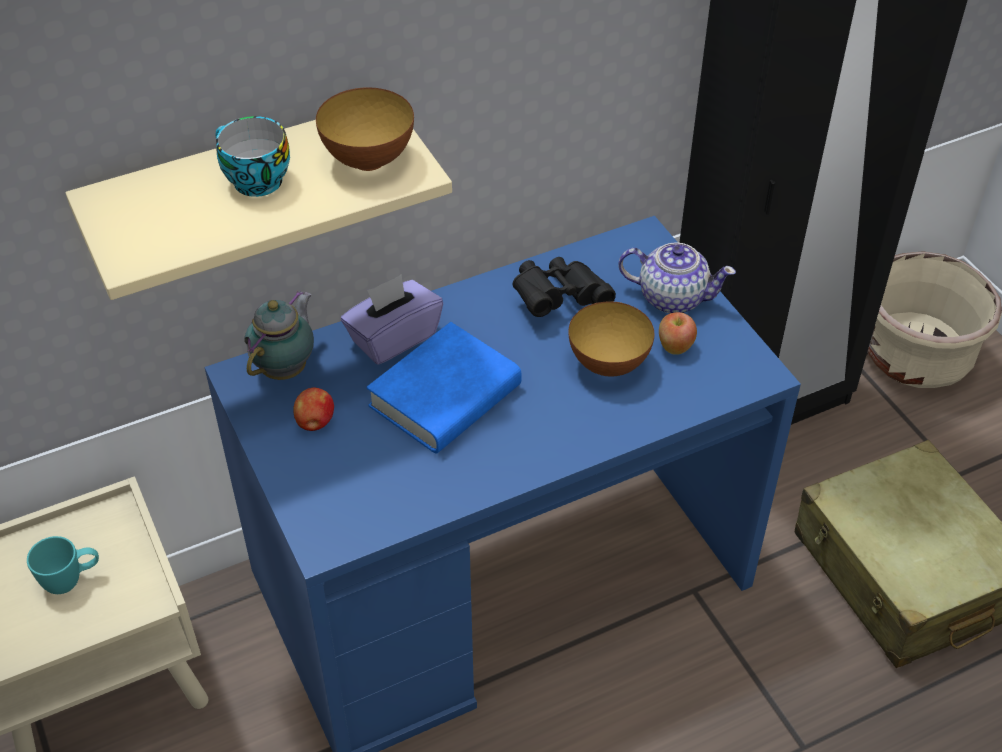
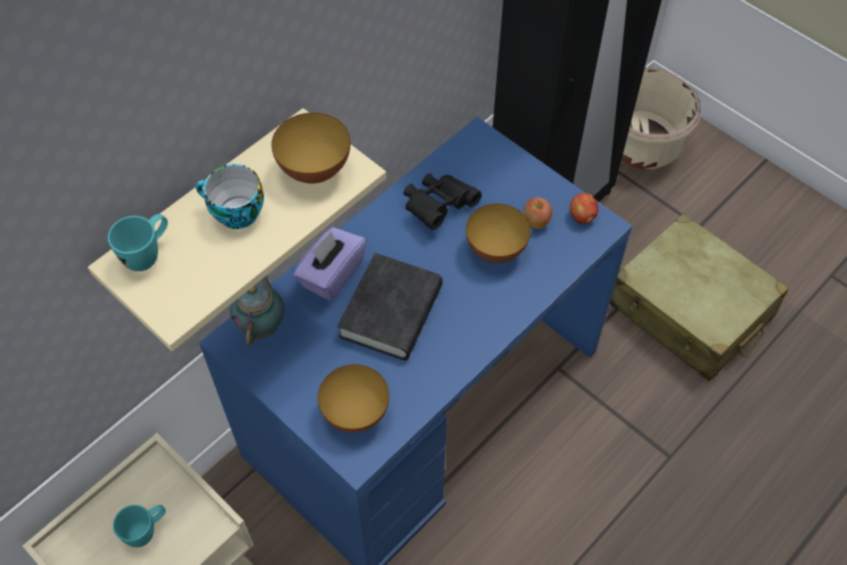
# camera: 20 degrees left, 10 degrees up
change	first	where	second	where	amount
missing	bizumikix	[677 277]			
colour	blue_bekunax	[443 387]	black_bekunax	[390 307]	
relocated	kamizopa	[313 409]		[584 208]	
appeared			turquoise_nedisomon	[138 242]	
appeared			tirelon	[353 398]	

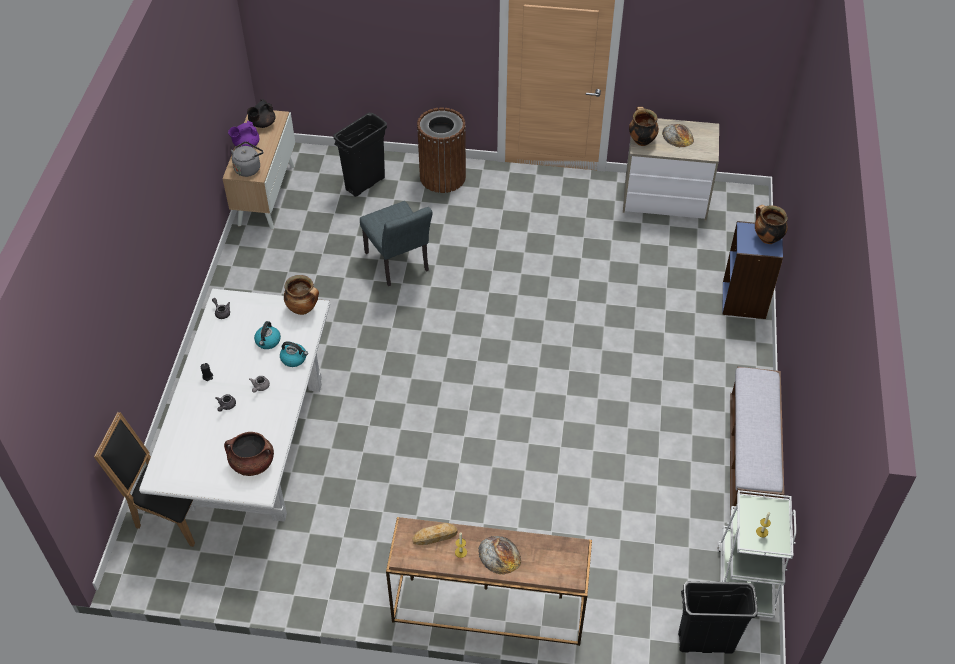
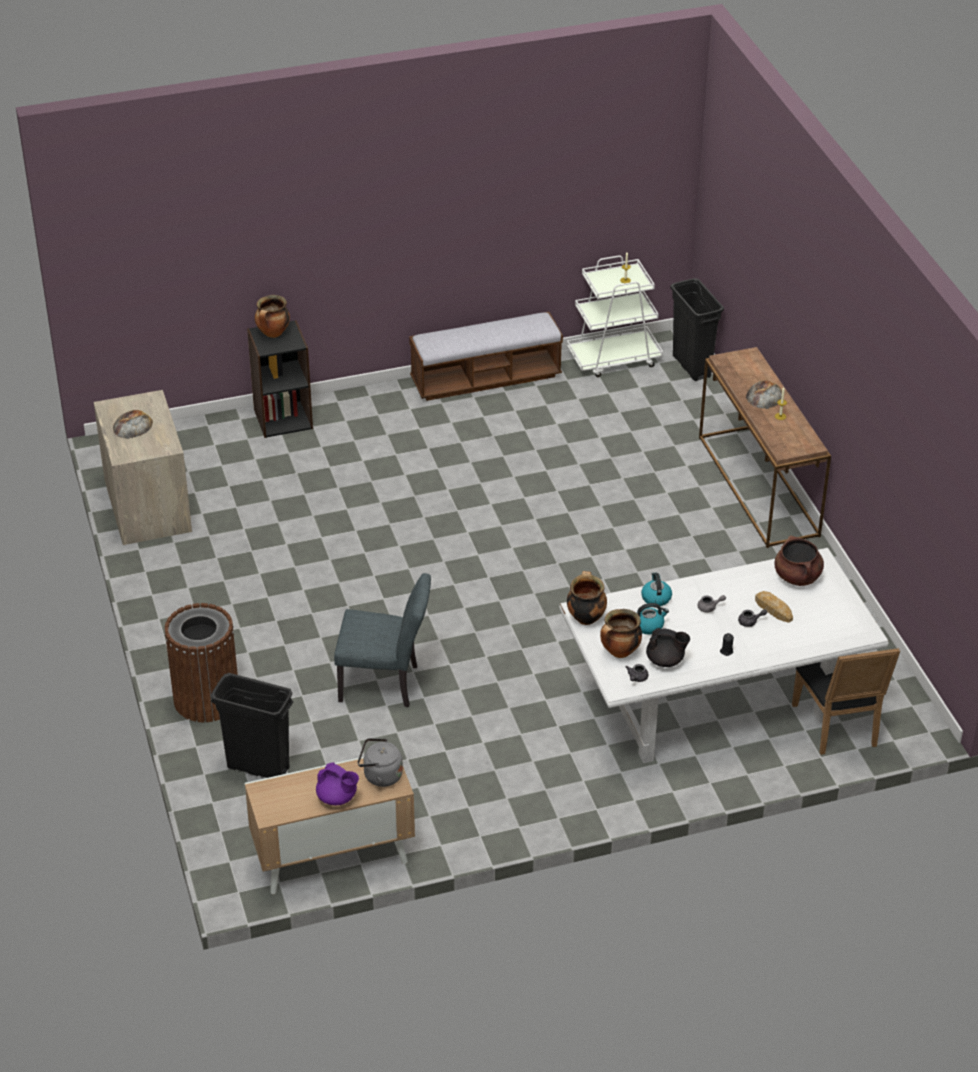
# camera: 115 degrees left, 10 degrees down
change	first	where	second	where	amount
relocated	black_bizumikix	[261 113]		[668 647]	
relocated	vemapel	[644 126]		[621 633]	
spun	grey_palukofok	[396 243]		[382 640]	60 degrees clockwise
colour	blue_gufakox	[752 270]	black_gufakox	[280 379]	
relocated	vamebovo	[434 534]		[774 607]	

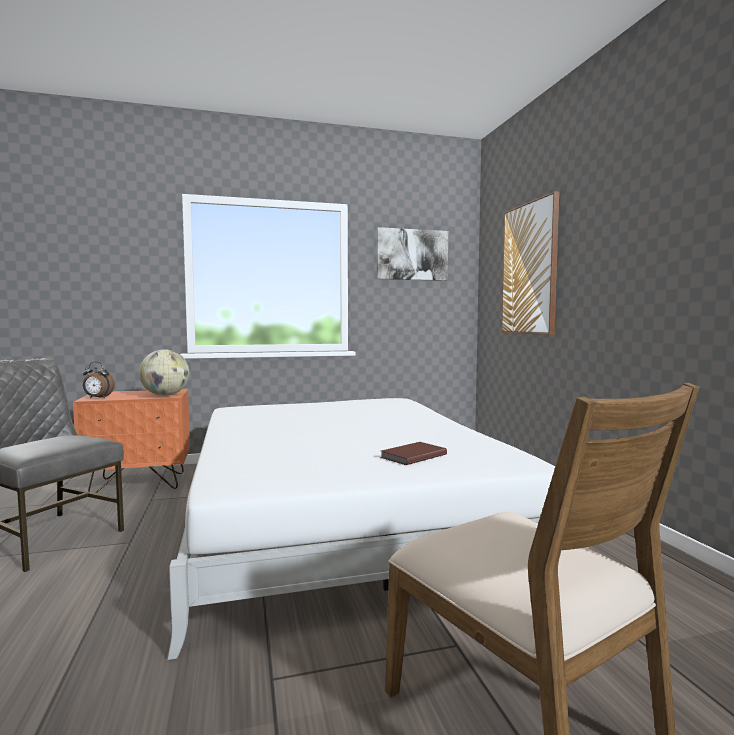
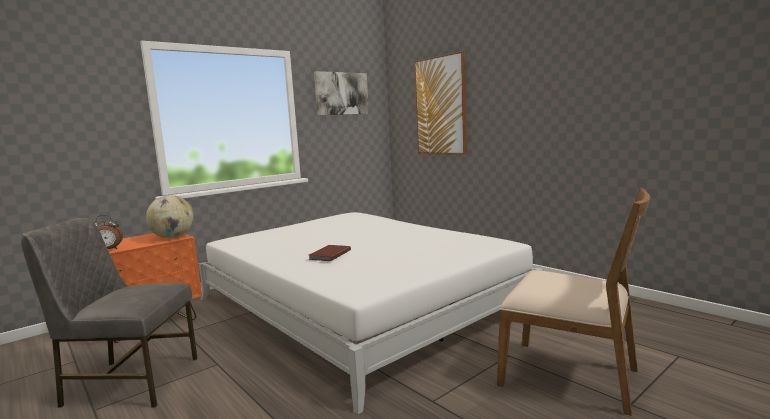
# camera: 25 degrees left, 5 degrees up
change	first	where	second	where	amount
relocated	brown_bekunax	[413 453]		[330 253]	

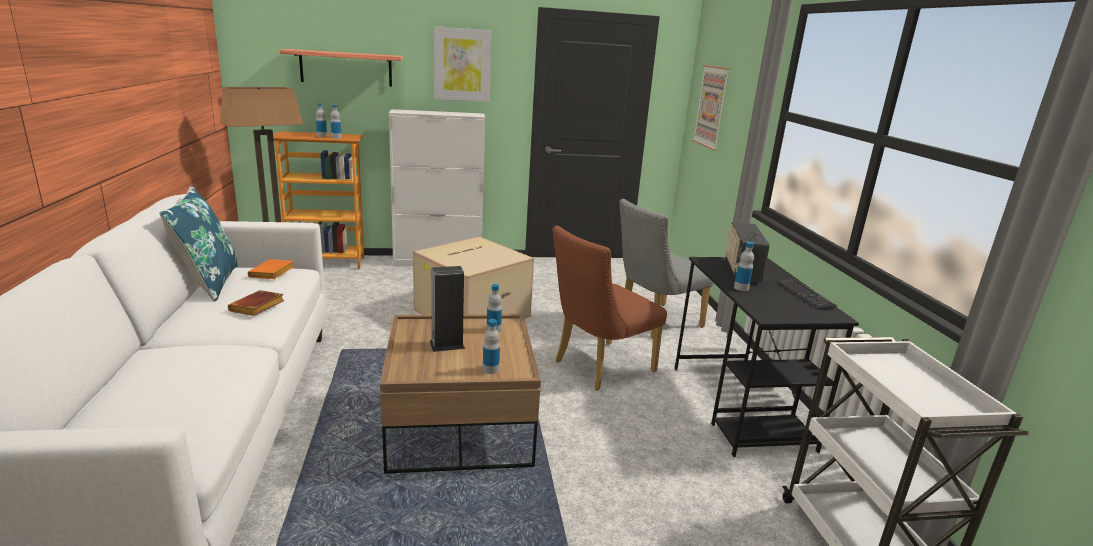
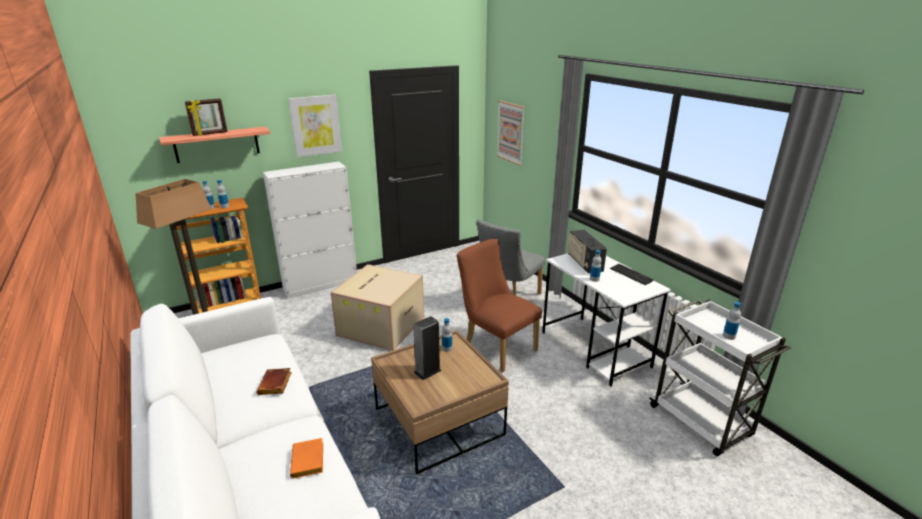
# camera: 20 degrees left, 5 degrees up
change	first	where	second	where	amount
missing	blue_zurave	[198 244]			
spun	brown_palukofok	[609 308]		[499 305]	105 degrees clockwise
colour	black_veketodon	[767 357]	white_veketodon	[606 320]	
relocated	orange_bekunax	[271 269]		[306 458]	
relocated	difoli	[491 346]		[732 321]	
appeared			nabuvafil	[206 117]	

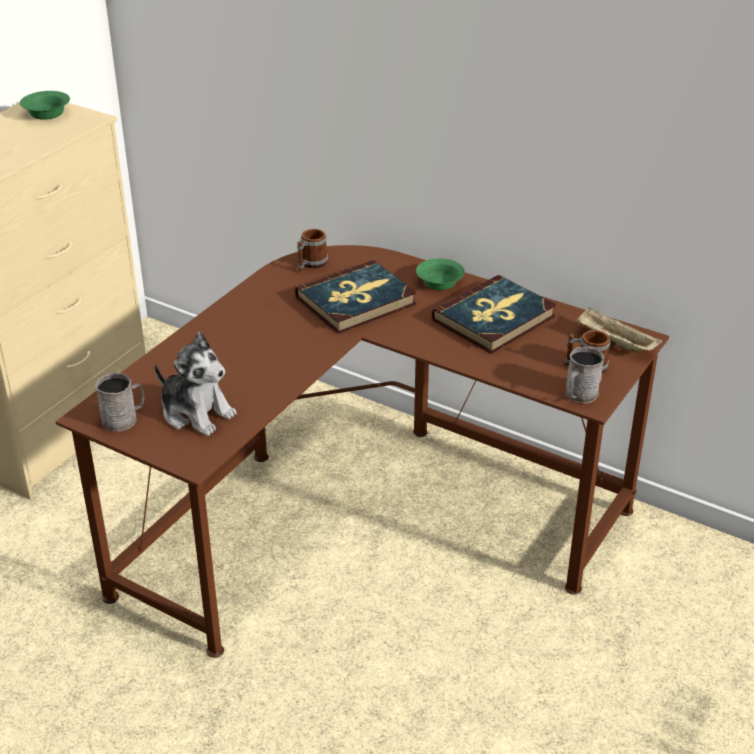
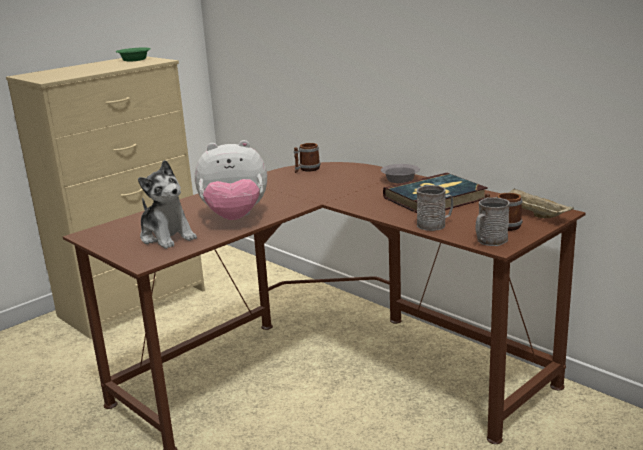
# camera: 15 degrees right, 15 degrees down
change	first	where	second	where	amount
colour	green_tirelon	[440 274]	grey_tirelon	[400 173]	
missing	bekunax	[356 297]			
relocated	grey_nedisomon	[119 402]		[435 208]	
appeared			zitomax	[231 180]	

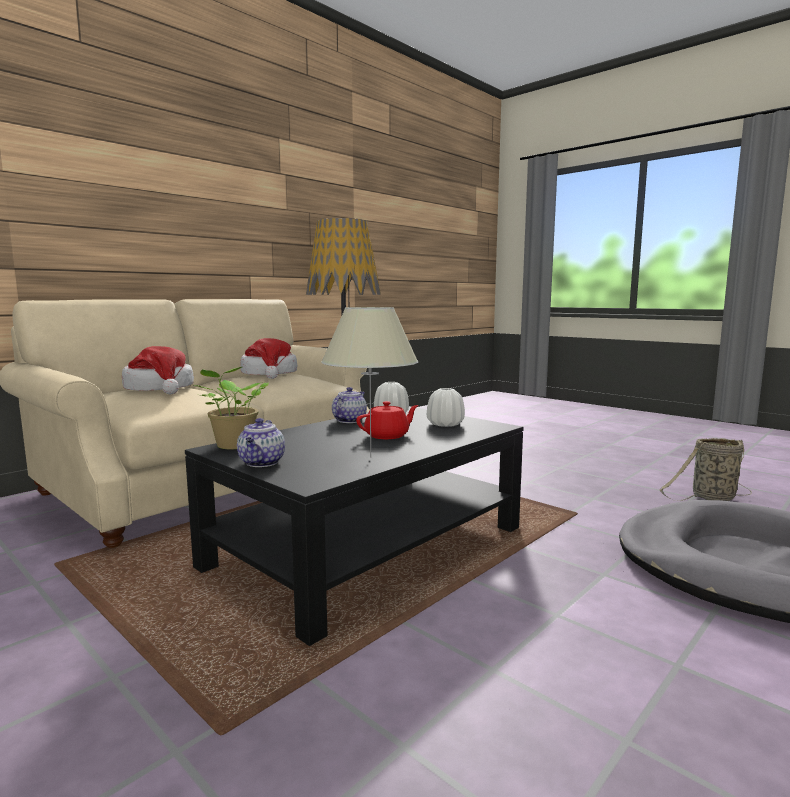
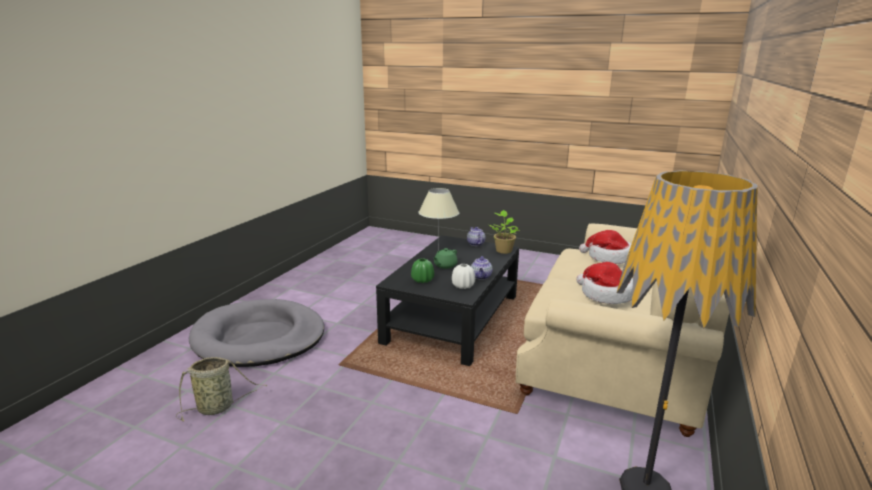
# camera: 160 degrees right, 10 degrees up
change	first	where	second	where	amount
colour	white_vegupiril	[446 407]	green_vegupiril	[422 271]	
colour	red_bizumikix	[387 420]	green_bizumikix	[446 258]	

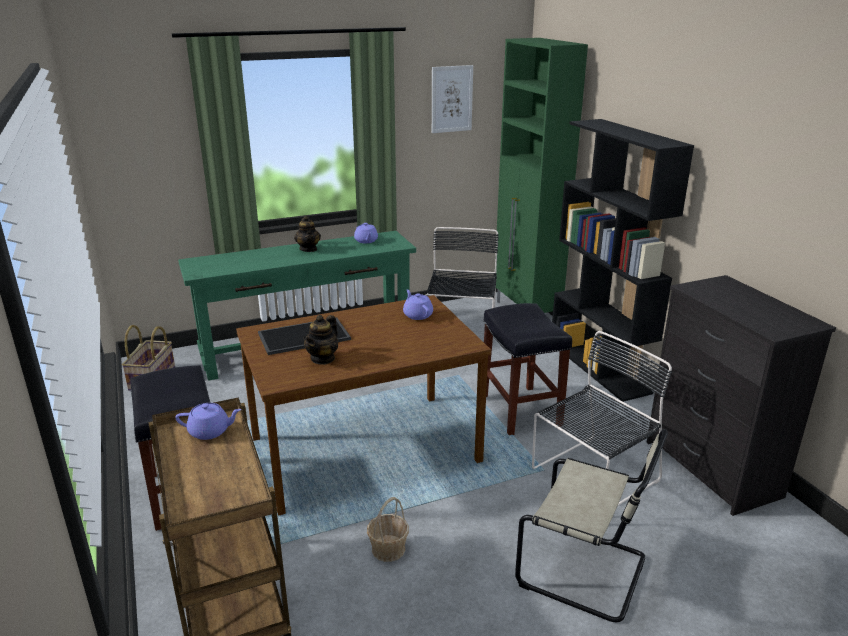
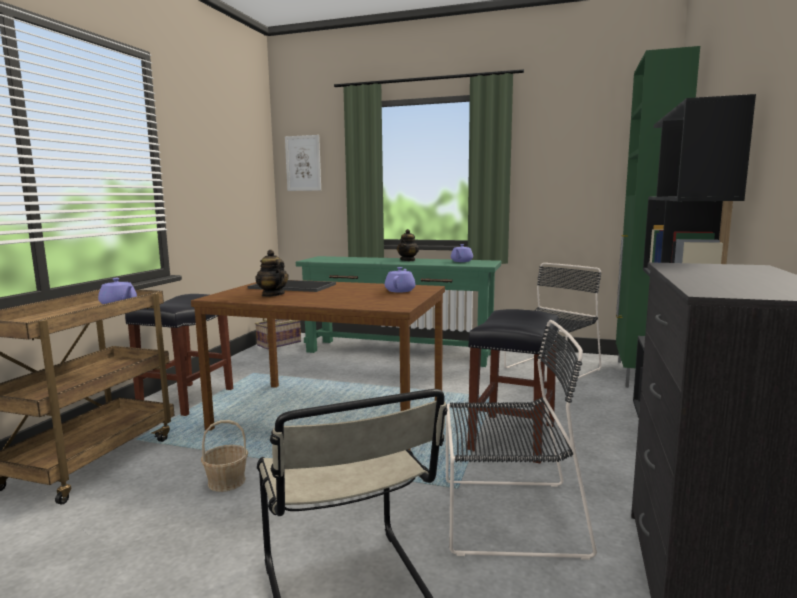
# camera: 40 degrees right, 15 degrees down
change	first	where	second	where	amount
relocated	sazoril	[452 99]		[303 163]	
spun	bizumikix	[320 340]		[272 273]	75 degrees clockwise

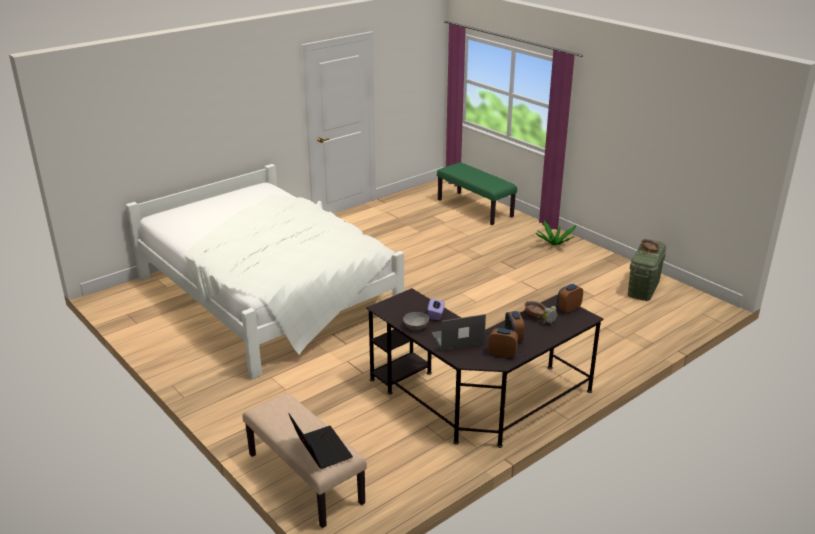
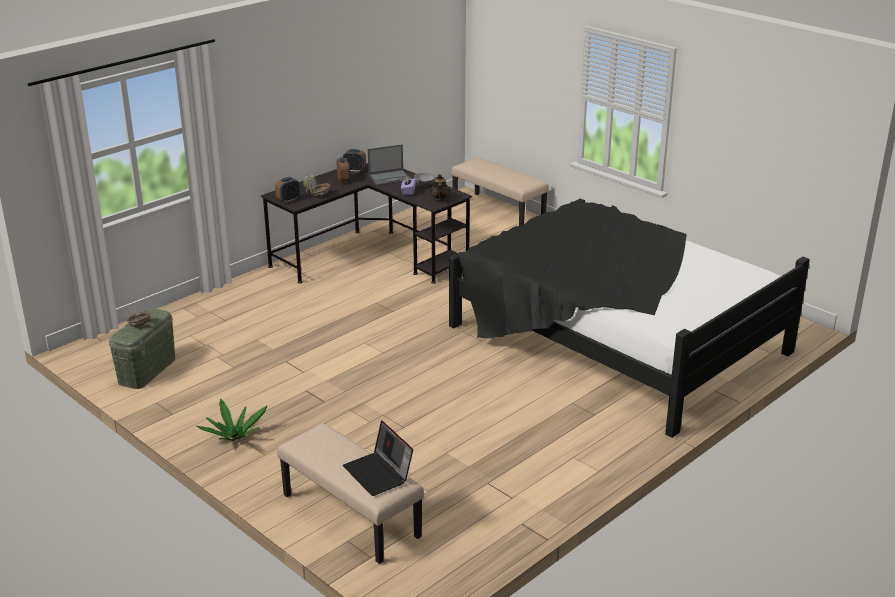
# camera: 175 degrees right, 0 degrees up
change	first	where	second	where	amount
colour	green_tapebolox	[477 193]	beige_tapebolox	[350 493]	
colour	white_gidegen	[265 271]	black_gidegen	[629 318]	
relocated	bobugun	[320 441]		[378 458]	
appeared			bizumikix	[440 188]	

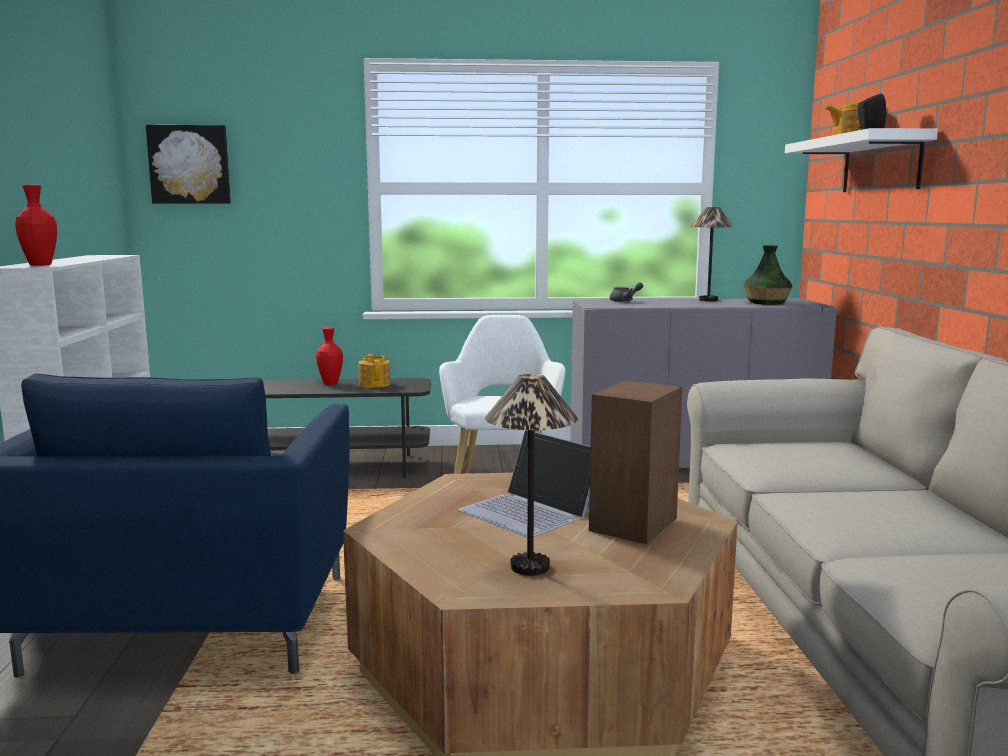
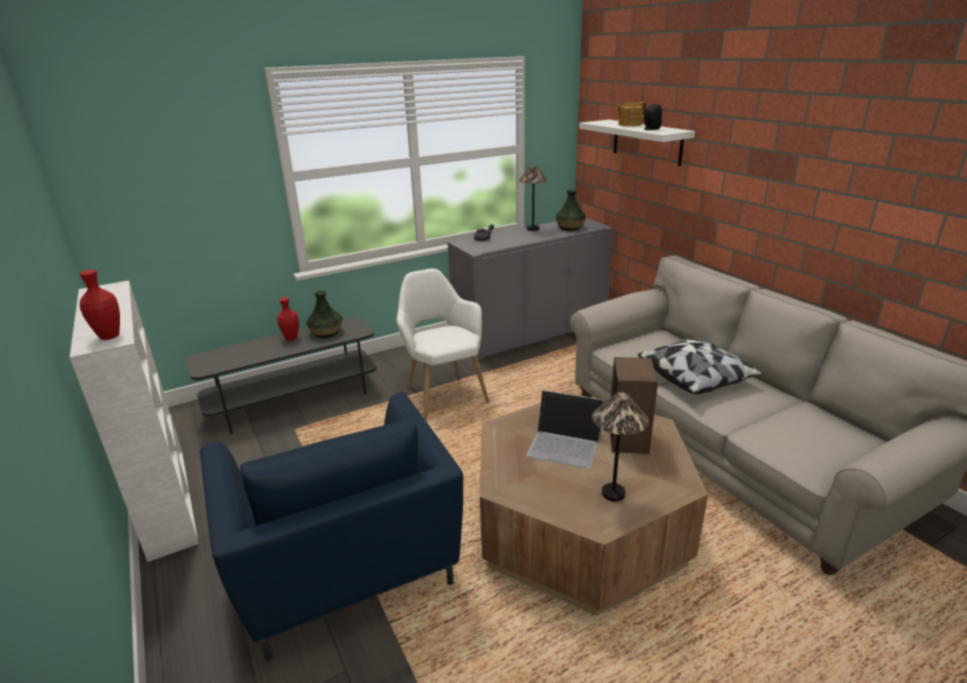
# camera: 25 degrees left, 15 degrees up
change	first	where	second	where	amount
missing	sazoril	[188 164]			
exchanged	bizumikix	[374 371]	vegupiril	[324 314]	
appeared			zurave	[700 366]	

